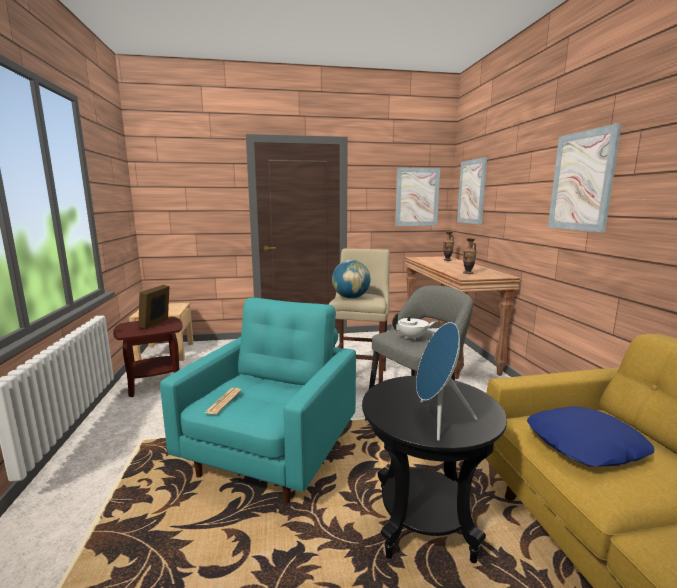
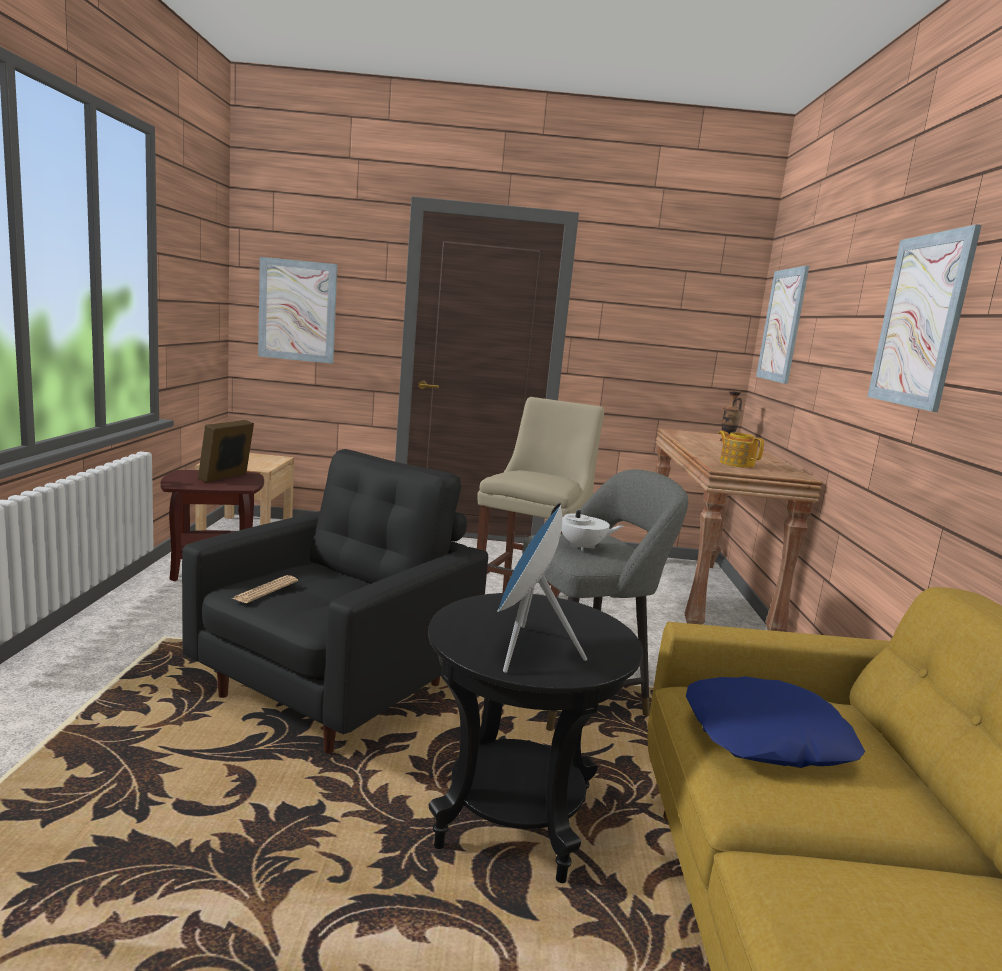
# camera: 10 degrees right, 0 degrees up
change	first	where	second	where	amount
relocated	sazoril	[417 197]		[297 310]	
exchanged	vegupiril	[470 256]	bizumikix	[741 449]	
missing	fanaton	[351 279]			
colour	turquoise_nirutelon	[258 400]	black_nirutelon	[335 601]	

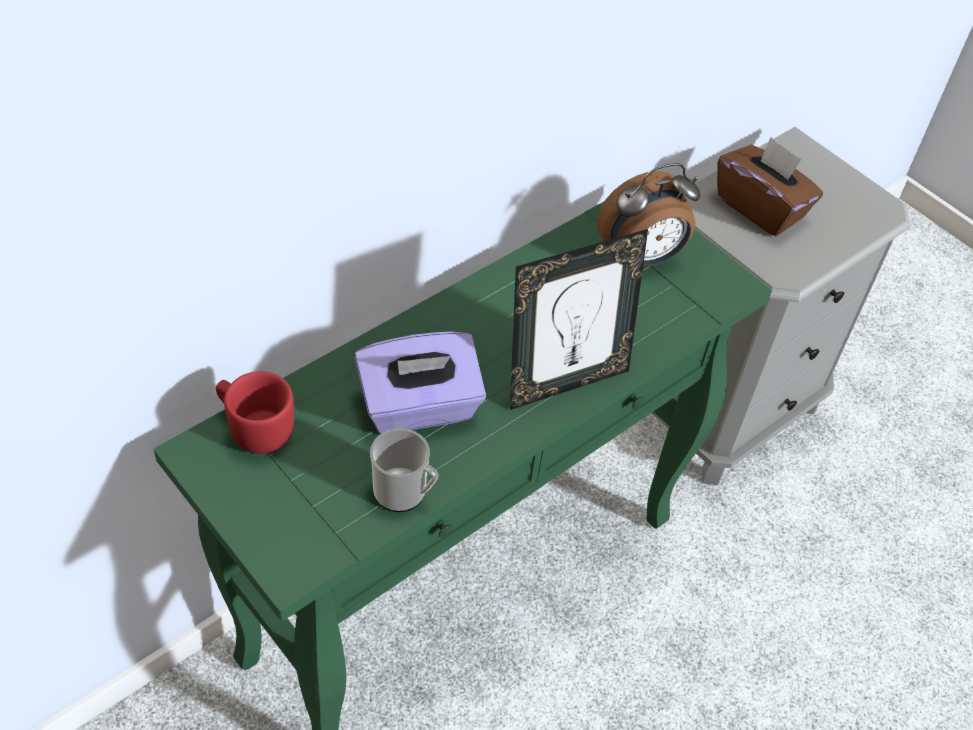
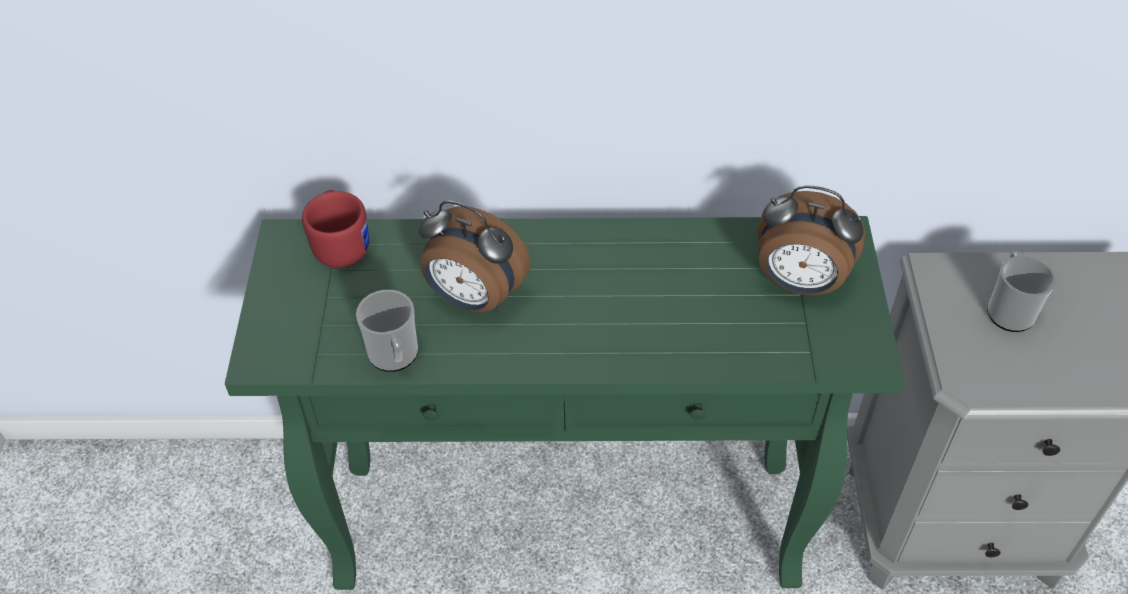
# camera: 45 degrees right, 0 degrees up
change	first	where	second	where	amount
exchanged	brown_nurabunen	[770 186]	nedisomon	[1021 292]	
missing	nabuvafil	[579 319]			
exchanged	purple_nurabunen	[420 382]	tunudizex	[474 256]	

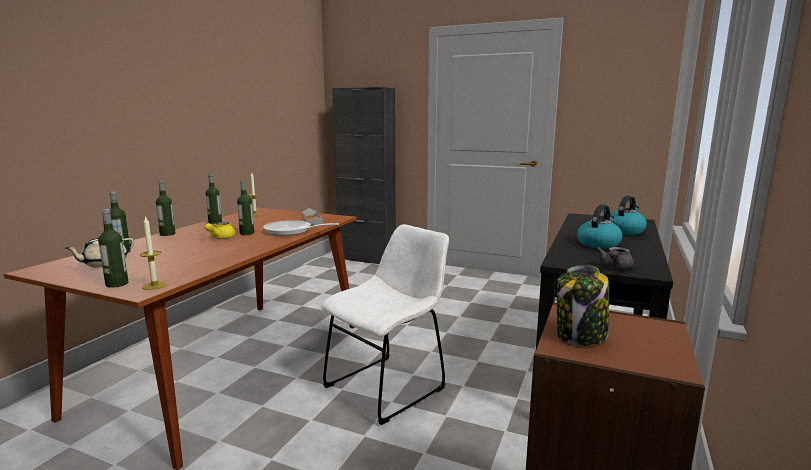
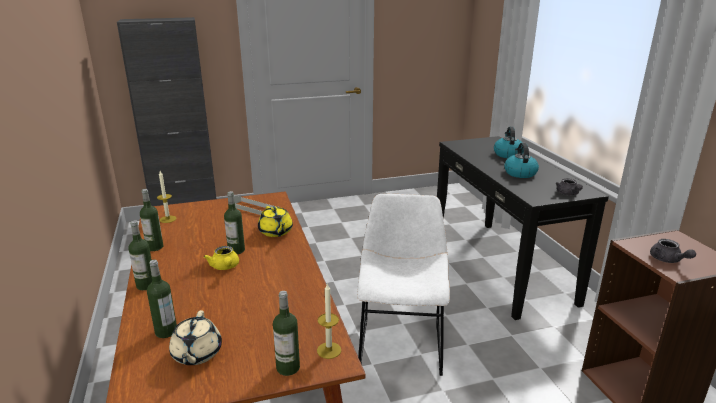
# camera: 40 degrees left, 10 degrees up
change	first	where	second	where	amount
exchanged	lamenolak	[301 228]	yellow_bizumikix	[275 221]	
exchanged	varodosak	[583 305]	grey_bizumikix	[673 251]	

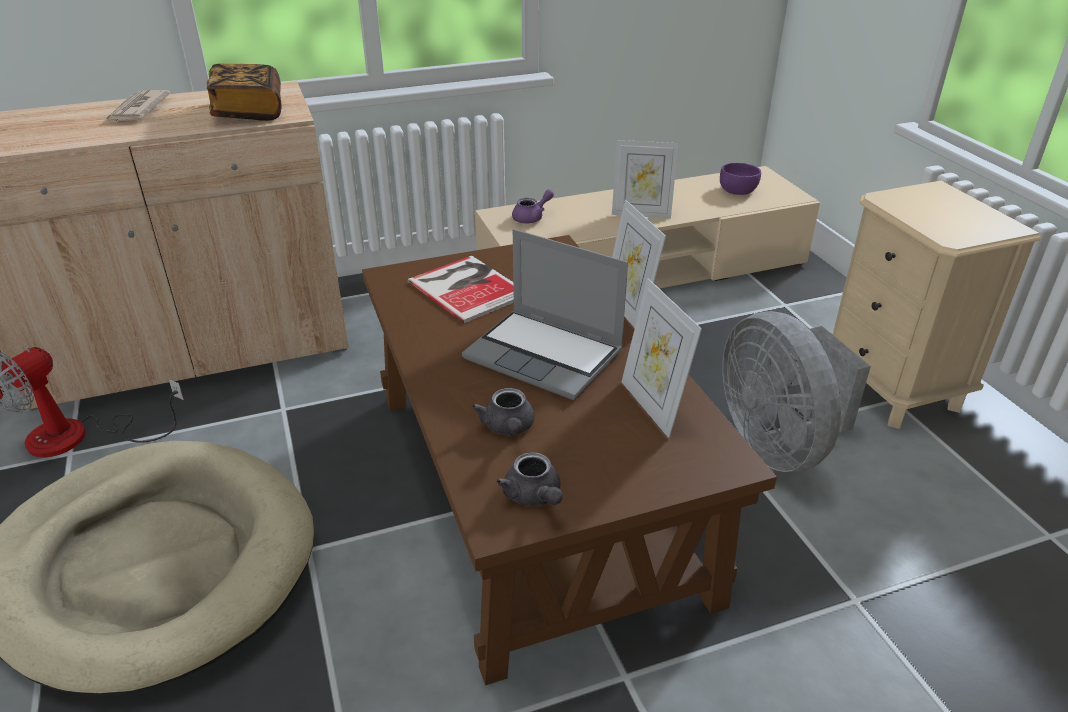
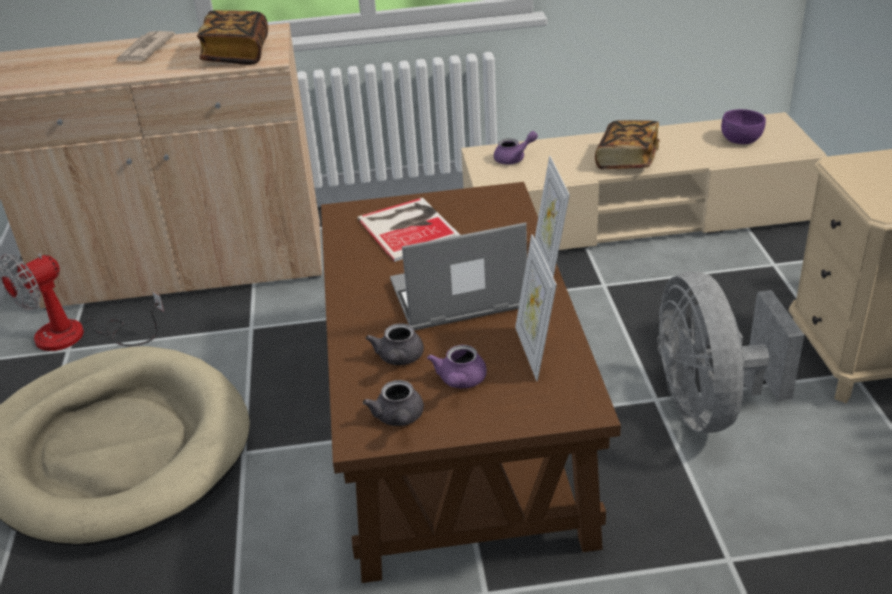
# camera: 15 degrees right, 0 degrees up
change	first	where	second	where	amount
exchanged	nabuvafil	[645 179]	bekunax	[627 145]	
spun	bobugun	[545 314]		[458 276]	120 degrees clockwise
appeared			purple_bizumikix	[457 366]	

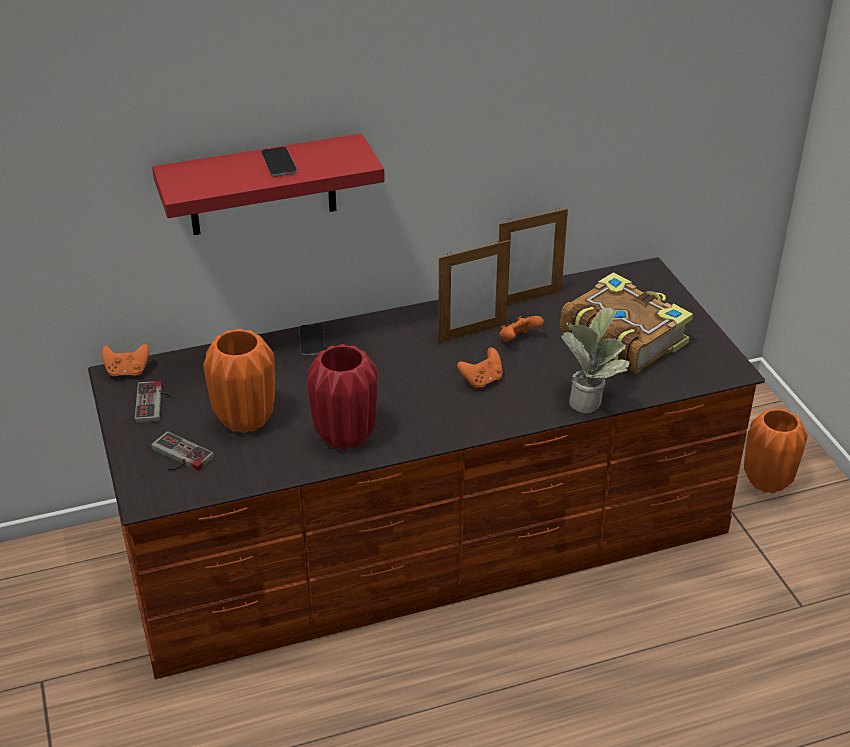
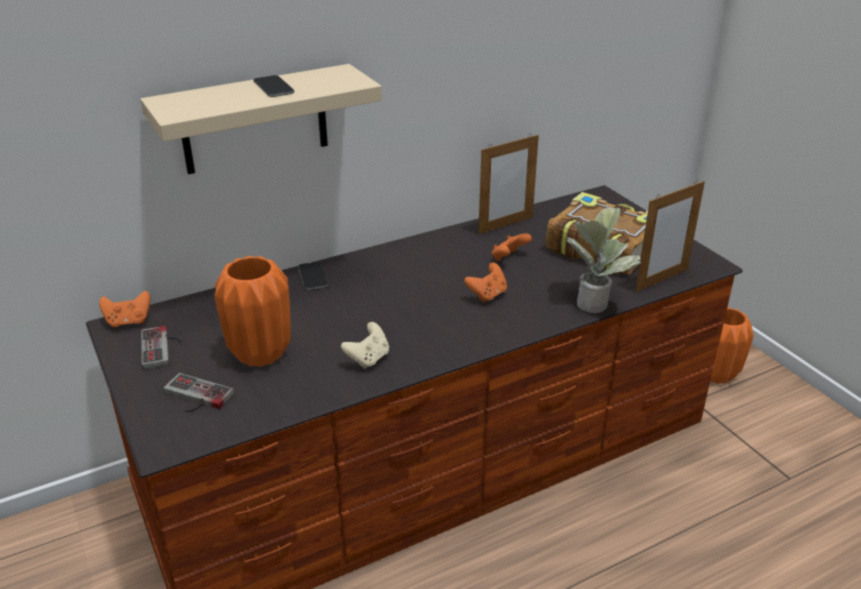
# camera: 10 degrees left, 5 degrees down
change	first	where	second	where	amount
colour	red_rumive	[268 184]	beige_rumive	[261 119]	
relocated	nabuvafil	[474 291]		[670 236]	
exchanged	red_vegupiril	[342 397]	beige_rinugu	[365 345]	

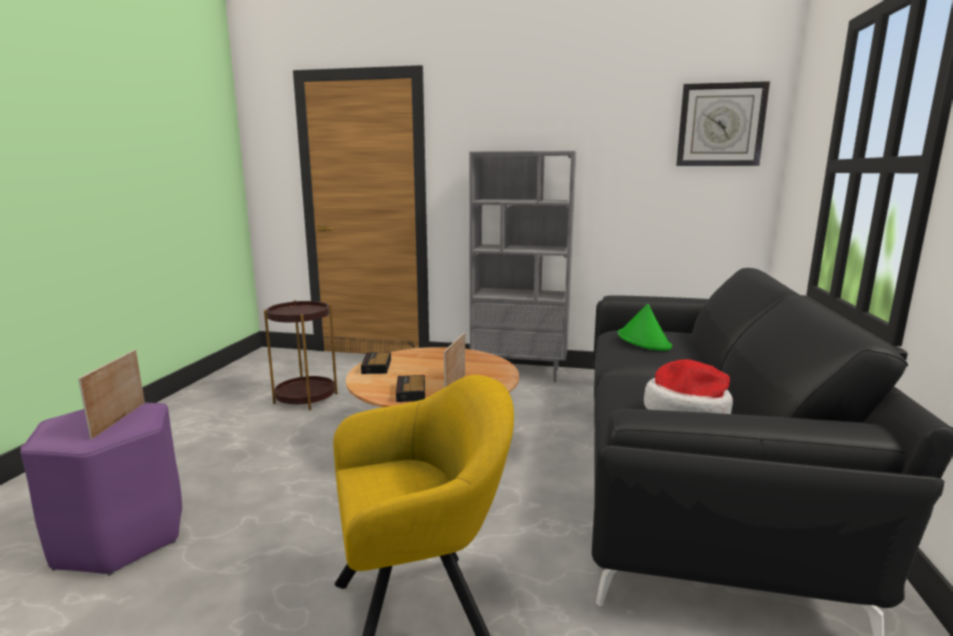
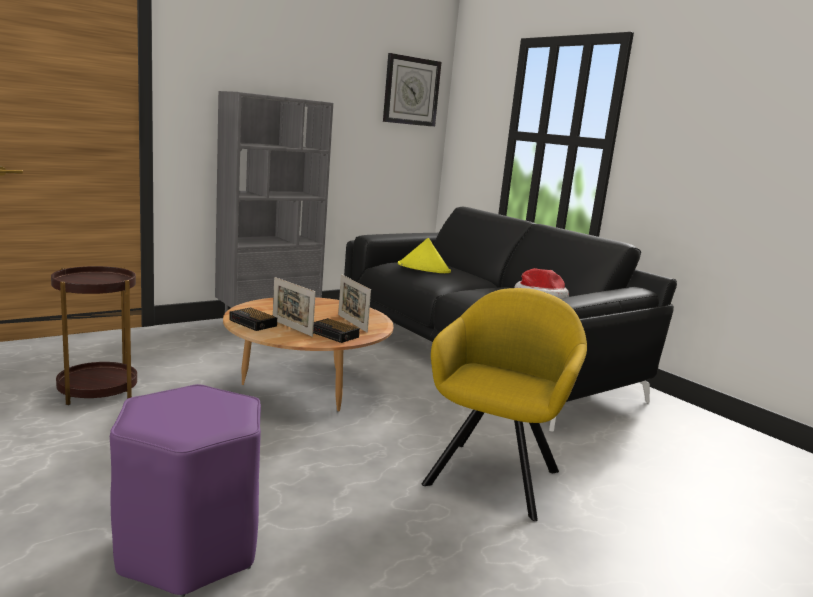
# camera: 50 degrees left, 0 degrees up
change	first	where	second	where	amount
colour	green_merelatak	[645 327]	yellow_merelatak	[424 255]	
relocated	nabuvafil	[111 394]		[294 307]	

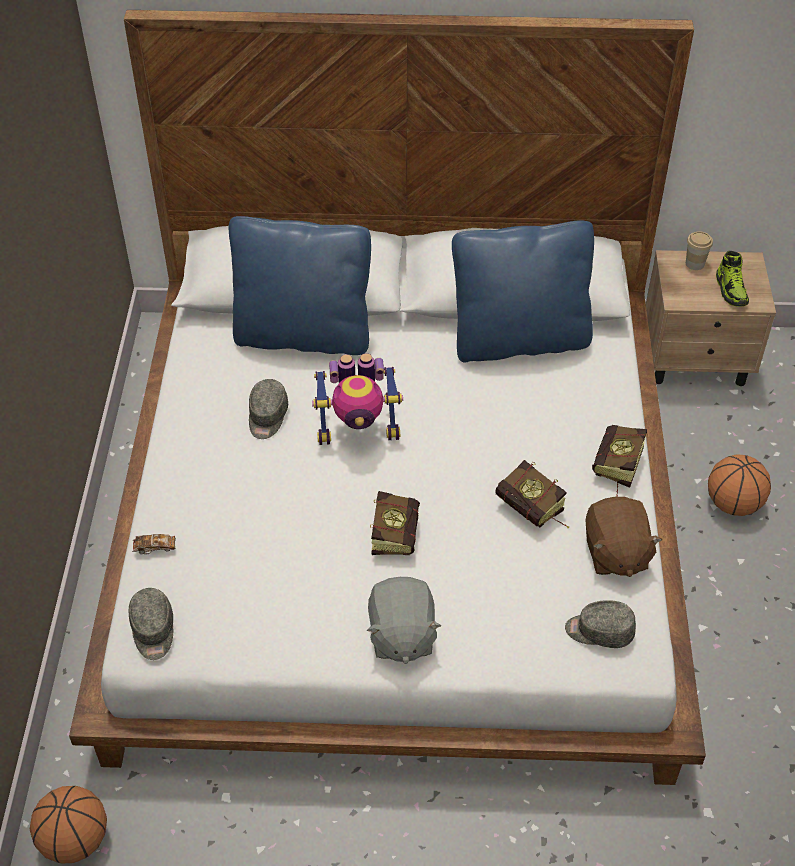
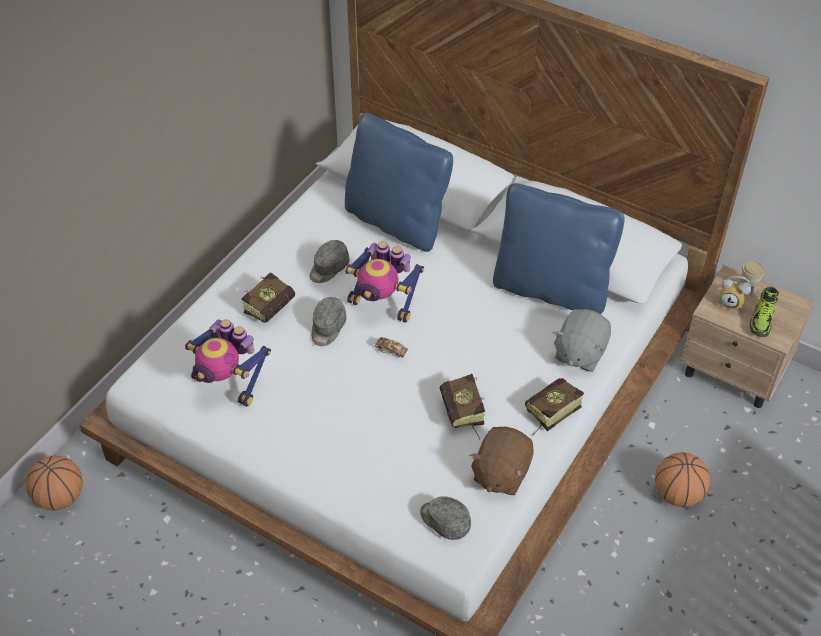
# camera: 30 degrees right, 0 degrees up
change	first	where	second	where	amount
relocated	bekunax	[395 523]		[268 297]	
relocated	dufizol	[154 544]		[391 347]	
relocated	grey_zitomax	[404 620]		[582 340]	
relocated	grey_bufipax	[150 624]		[329 321]	
appeared			tunudizex	[735 293]	
appeared			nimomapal	[228 363]	

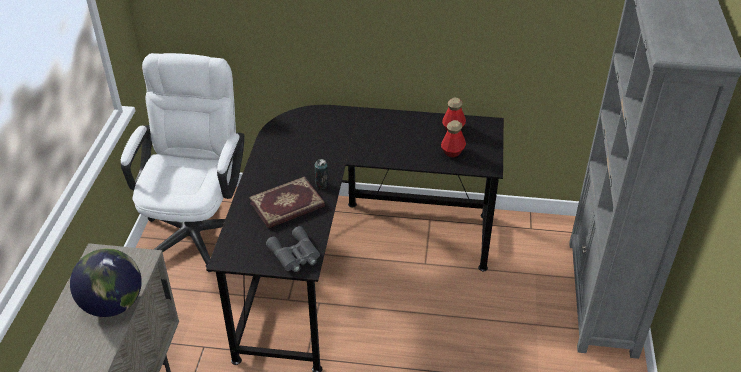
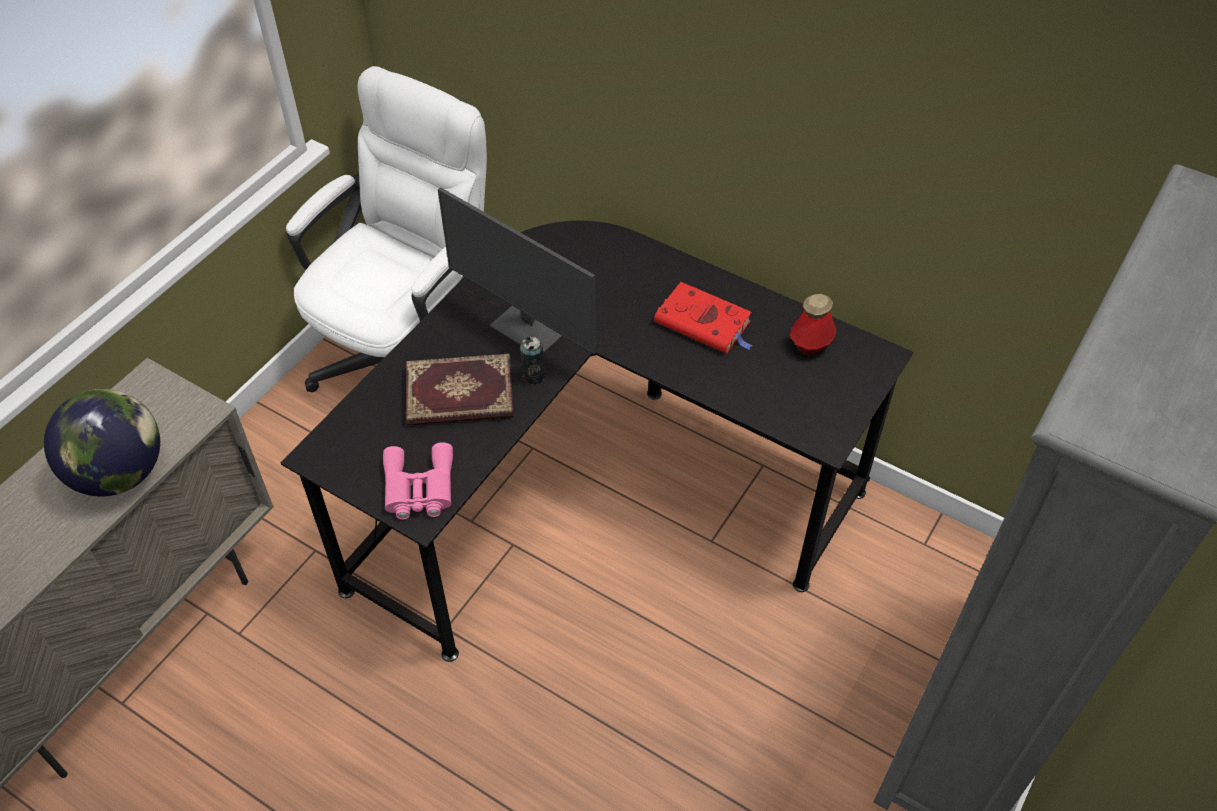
# camera: 25 degrees right, 10 degrees up
change	first	where	second	where	amount
missing	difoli	[453 139]			
colour	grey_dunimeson	[293 249]	pink_dunimeson	[418 480]	
appeared			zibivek	[517 270]	
appeared			red_bekunax	[703 318]	

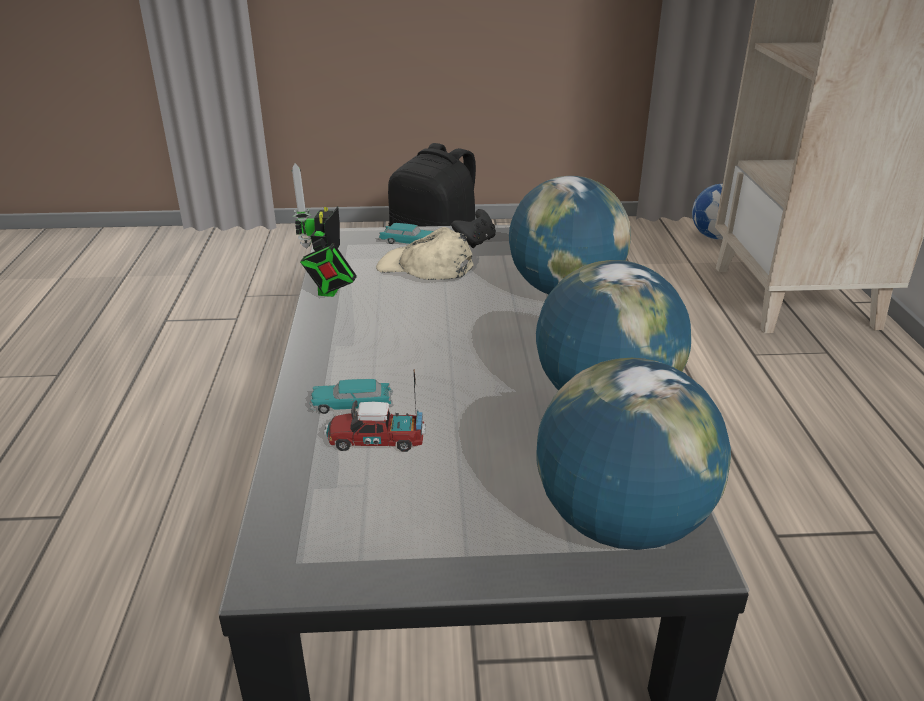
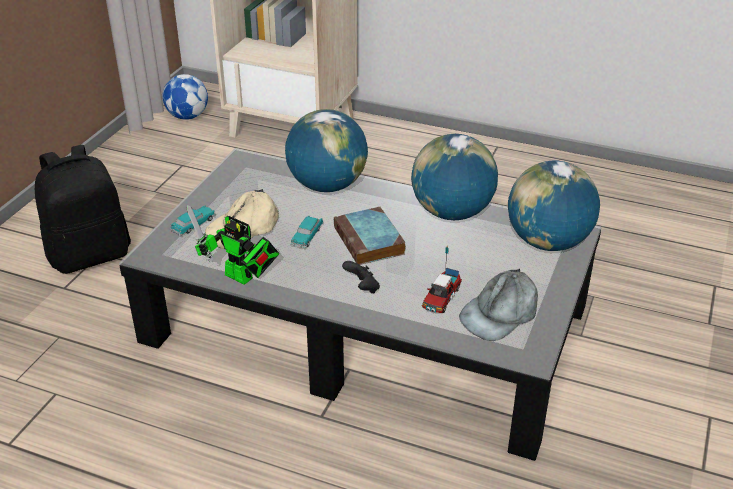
# camera: 65 degrees left, 5 degrees up
change	first	where	second	where	amount
relocated	black_rinugu	[473 228]		[361 277]	
relocated	dufizol	[351 396]		[307 232]	
appeared			bekunax	[370 236]	
appeared			grey_bufipax	[498 305]	

